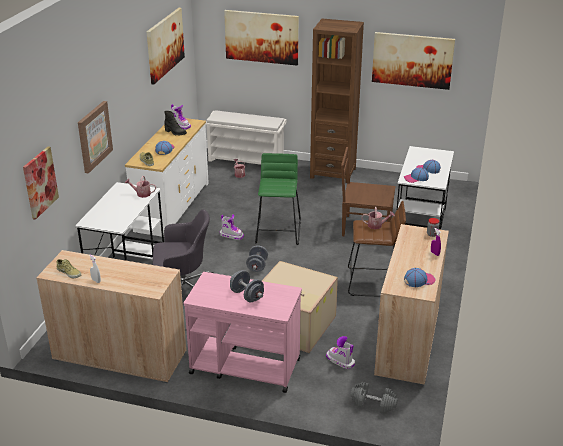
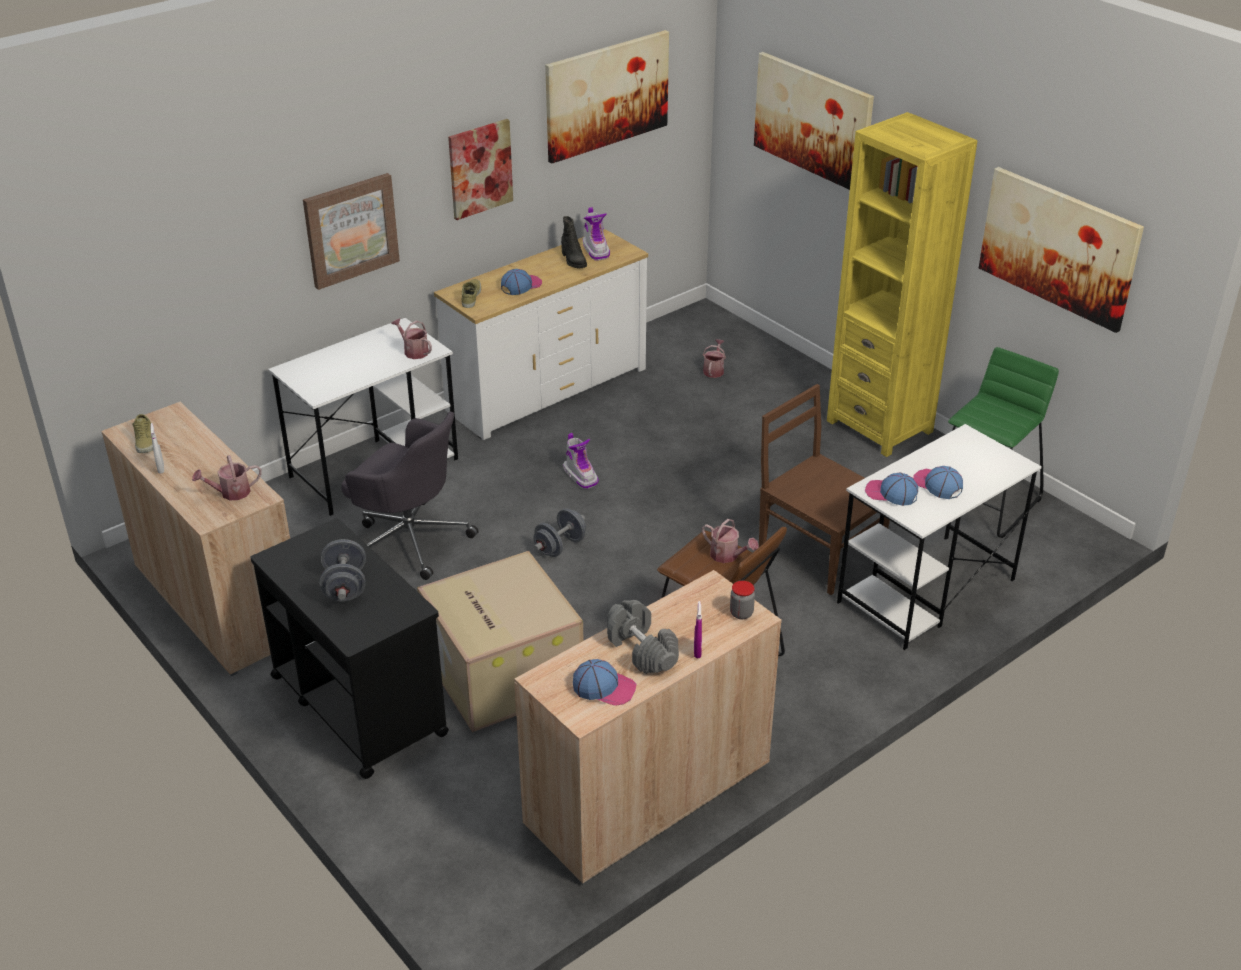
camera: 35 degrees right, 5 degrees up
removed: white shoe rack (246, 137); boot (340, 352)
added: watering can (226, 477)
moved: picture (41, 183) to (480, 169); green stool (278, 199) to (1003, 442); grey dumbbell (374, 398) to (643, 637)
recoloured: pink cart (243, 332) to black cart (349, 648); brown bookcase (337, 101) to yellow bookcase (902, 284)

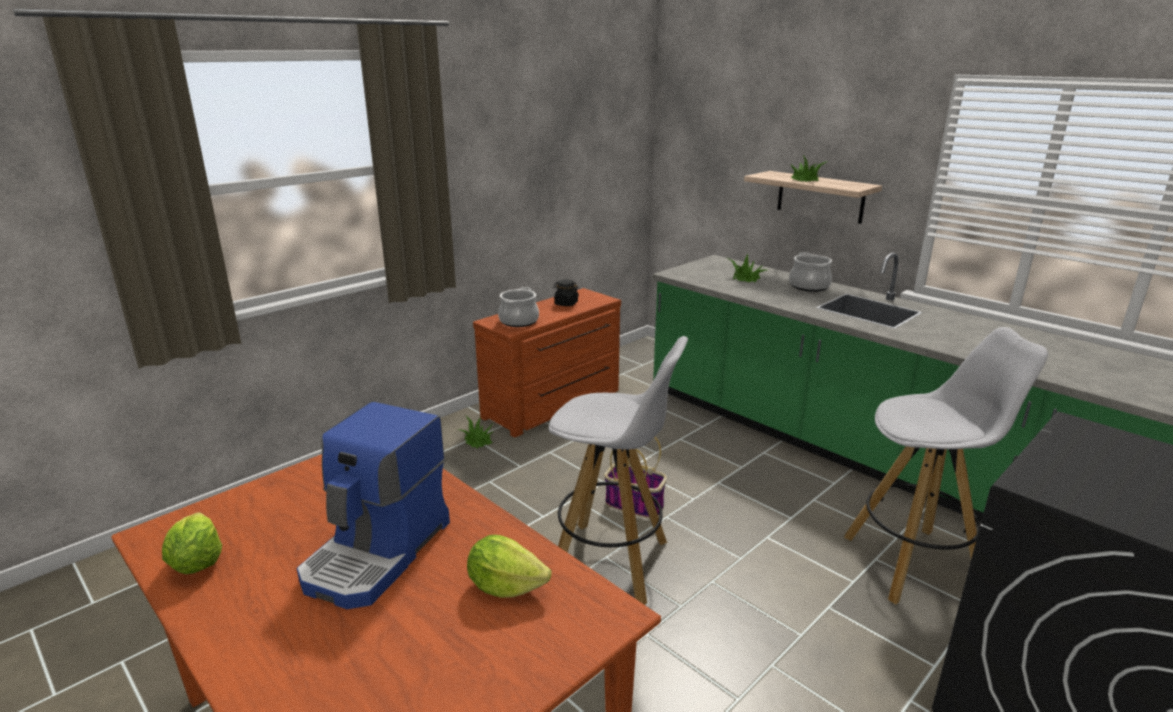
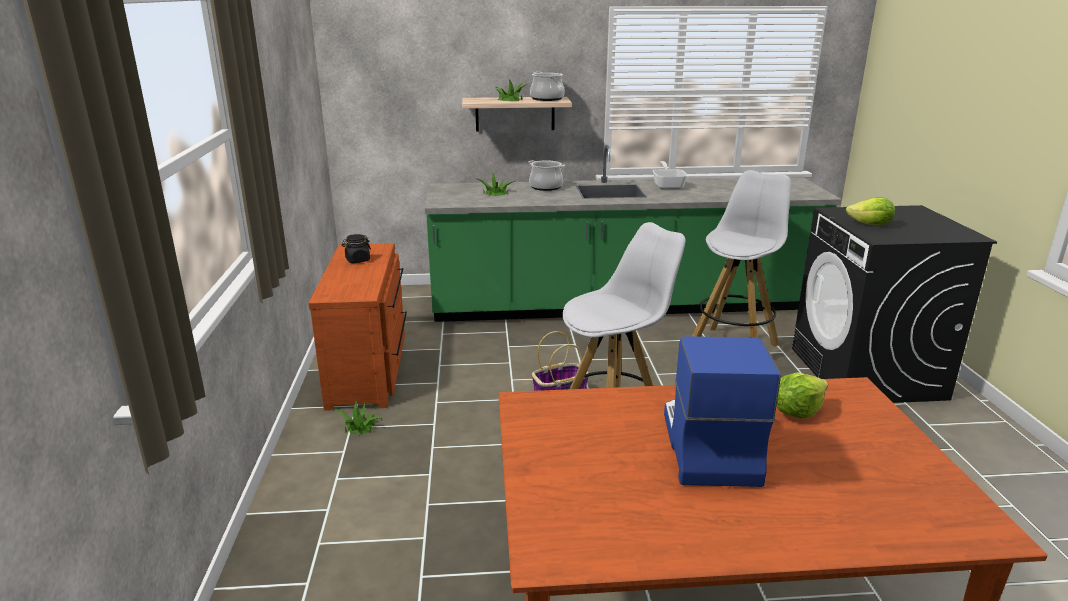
camera: 50 degrees left, 0 degrees up
added: frying pan (670, 175)
moved: lettuce (192, 543) to (870, 211); cooking pot (518, 307) to (547, 86)
turned: coffee machine (373, 505) = (722, 411) 150 degrees counterclockwise

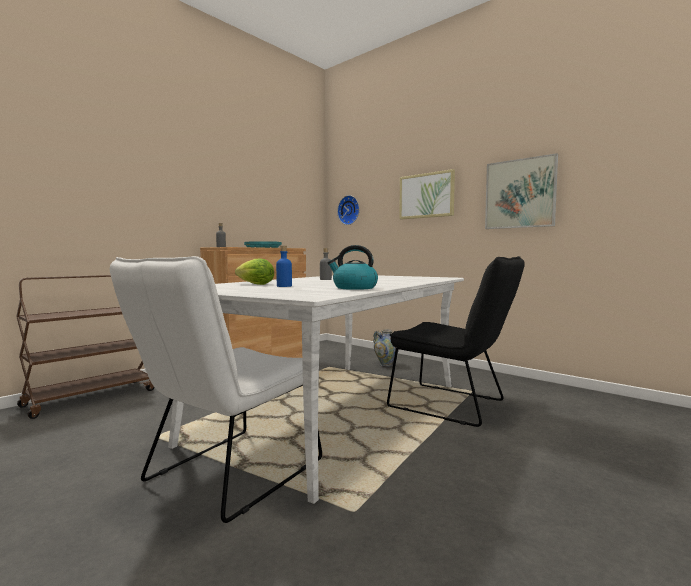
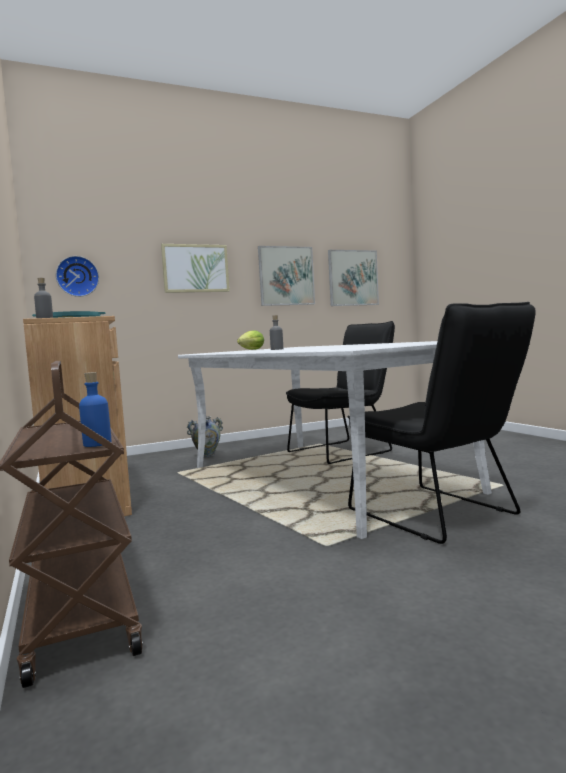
camera: 65 degrees left, 0 degrees up
removed: kettle (353, 267)
added: picture (353, 278)
moved: lettuce (254, 272) to (250, 340); blue bottle (284, 266) to (95, 409)
recoloured: white chair (216, 389) to black chair (442, 423)

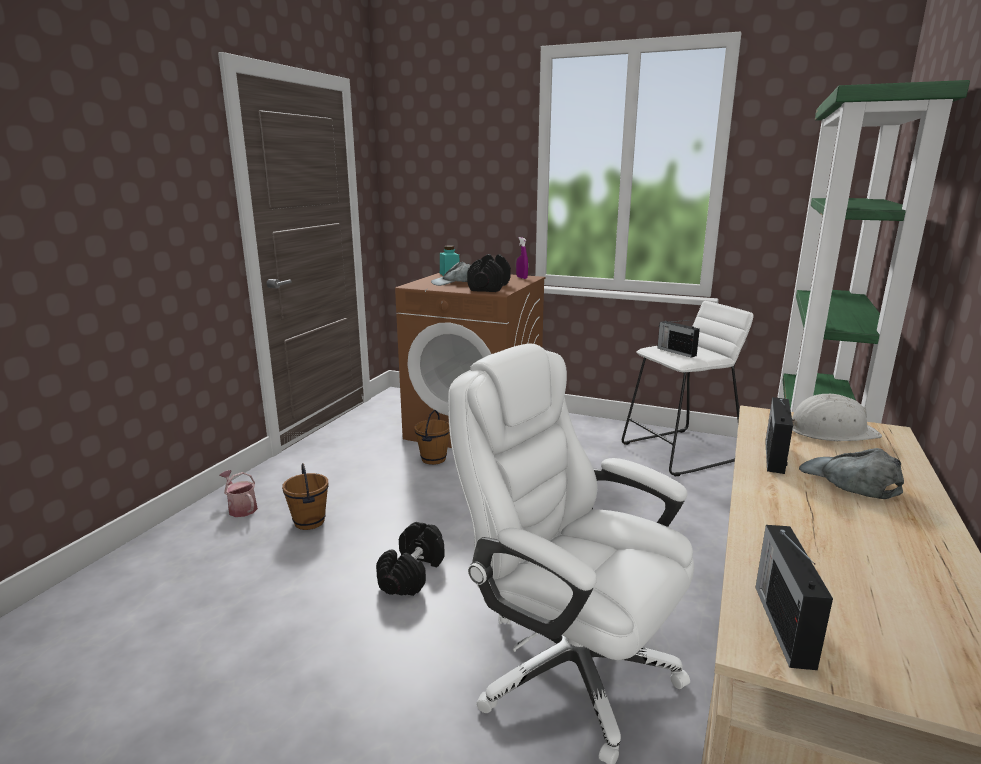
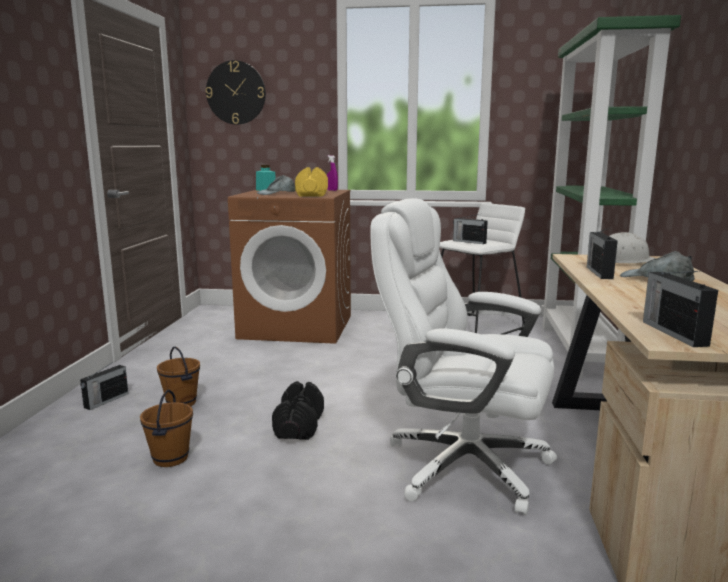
camera: 15 degrees left, 5 degrees down
added: wall clock (236, 92)
moved: brown bucket (432, 437) to (166, 428)
replaced: watering can (239, 493) to radio (104, 385)
recoloured: black dumbbell (489, 273) to yellow dumbbell (311, 182)

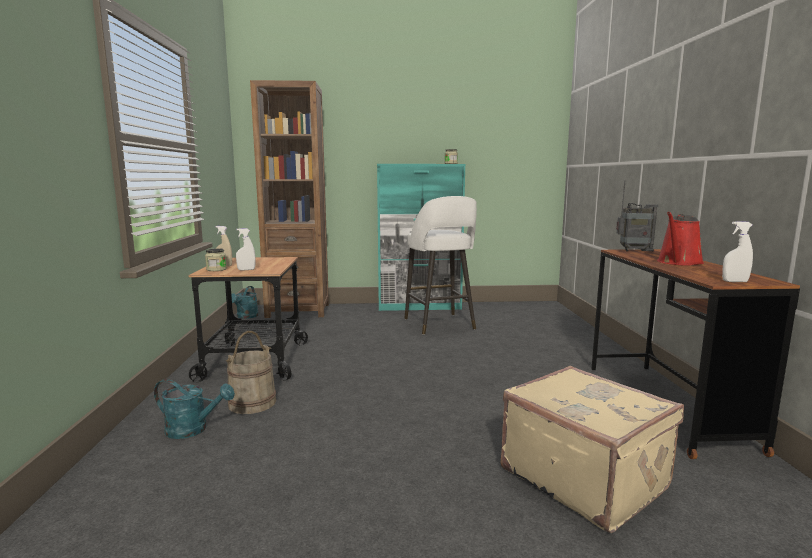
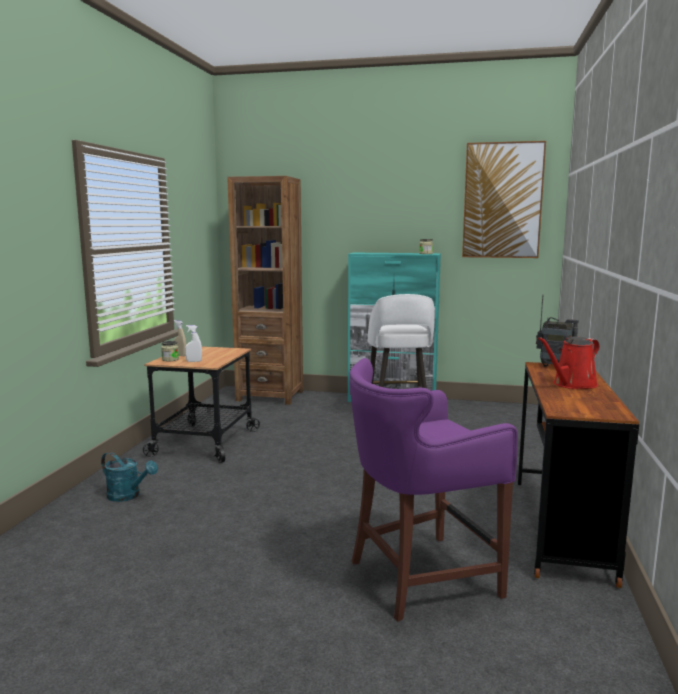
camera: 15 degrees right, 0 degrees up
removed: beige bucket (251, 372); turquoise watering can (245, 302); white spray bottle (737, 251)
added: picture (504, 199)
replaced: beige suitcase (592, 449) to purple stool (433, 490)

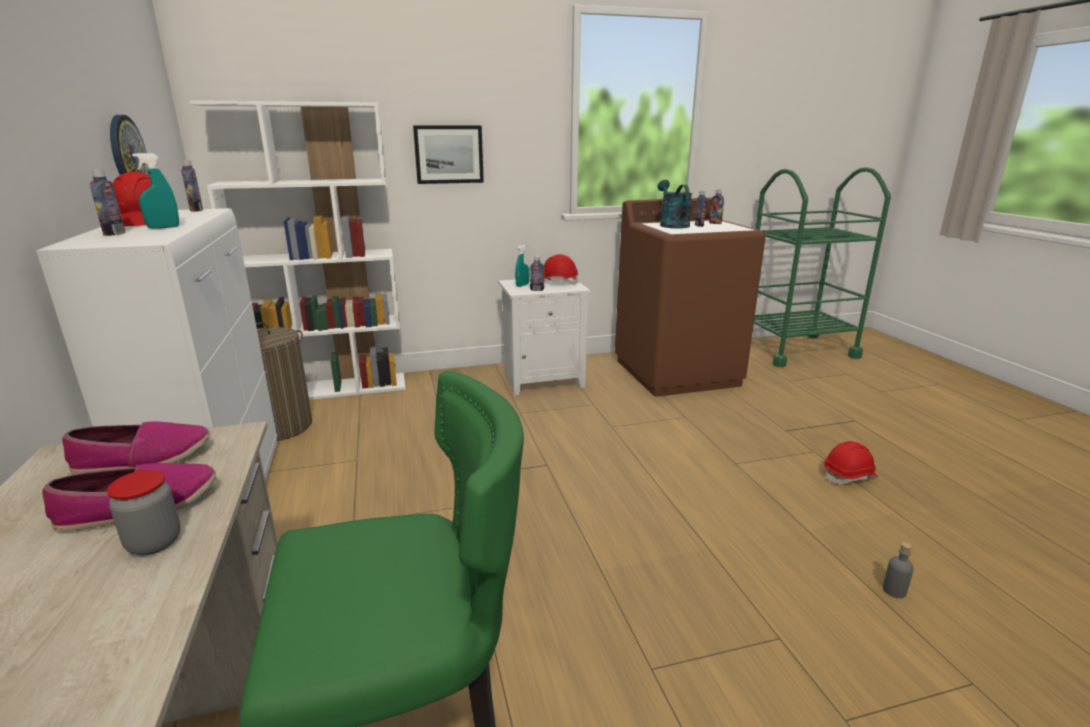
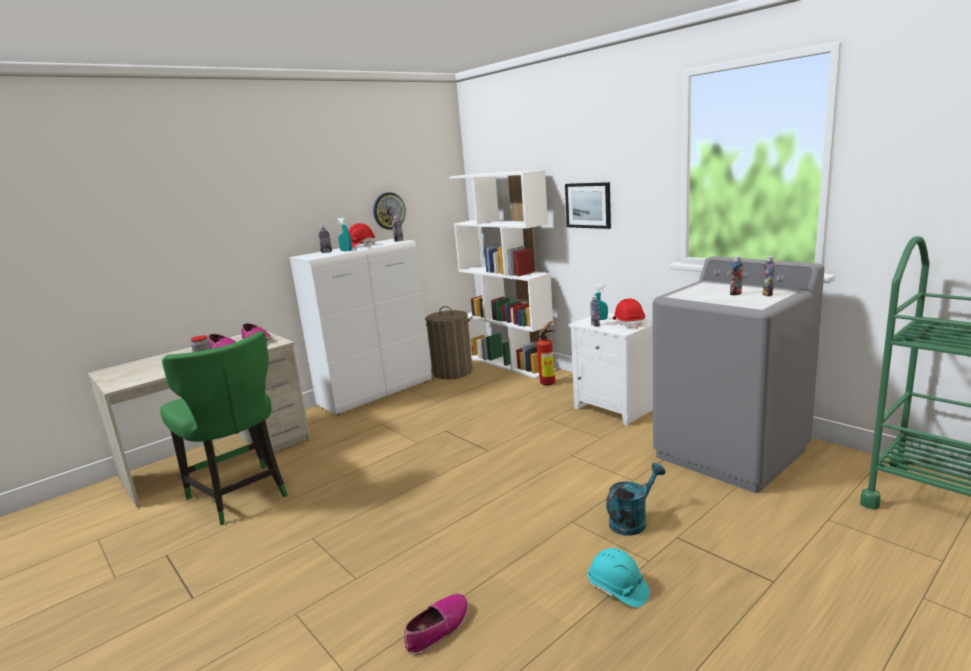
camera: 65 degrees right, 5 degrees down
added: fire extinguisher (546, 353)
moved: turquoise watering can (675, 204) to (636, 499)
replaced: grey bottle (898, 570) to shoe (436, 624)
recoloured: brown washing machine (690, 297) to grey washing machine (739, 374); red hard hat (851, 462) to turquoise hard hat (619, 578)

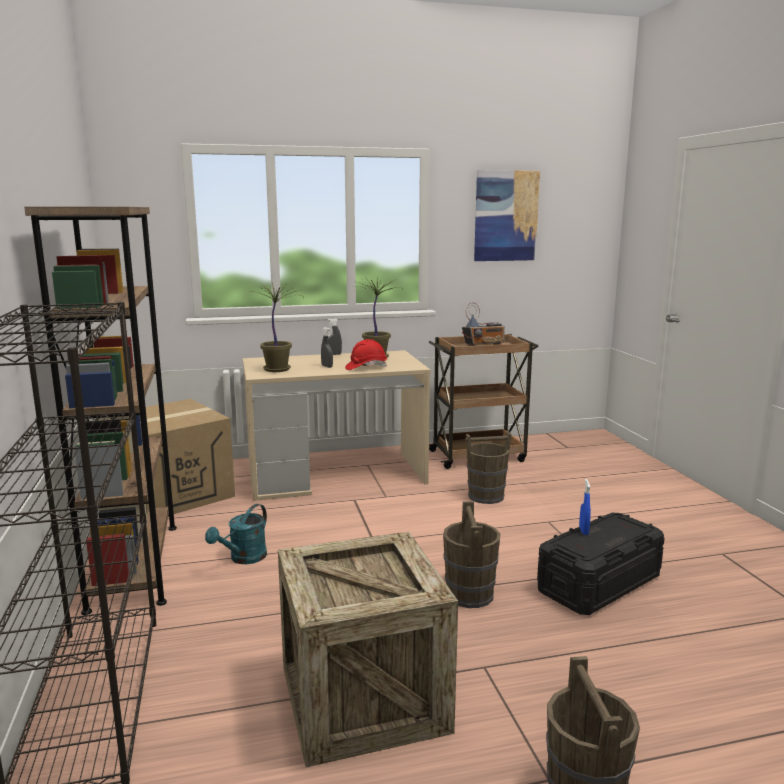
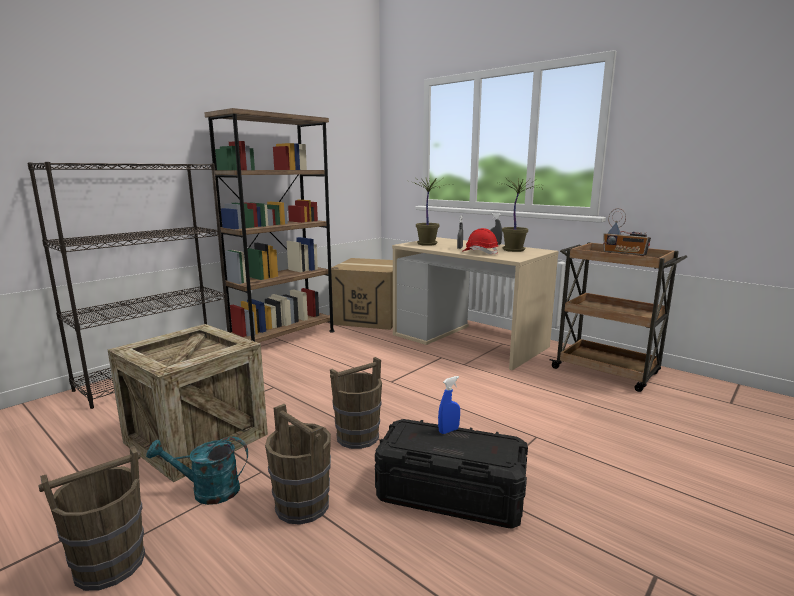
camera: 55 degrees right, 0 degrees up
removed: picture (507, 215)
moved: turquoise watering can (236, 534) to (197, 471); brown bucket (488, 468) to (298, 464)

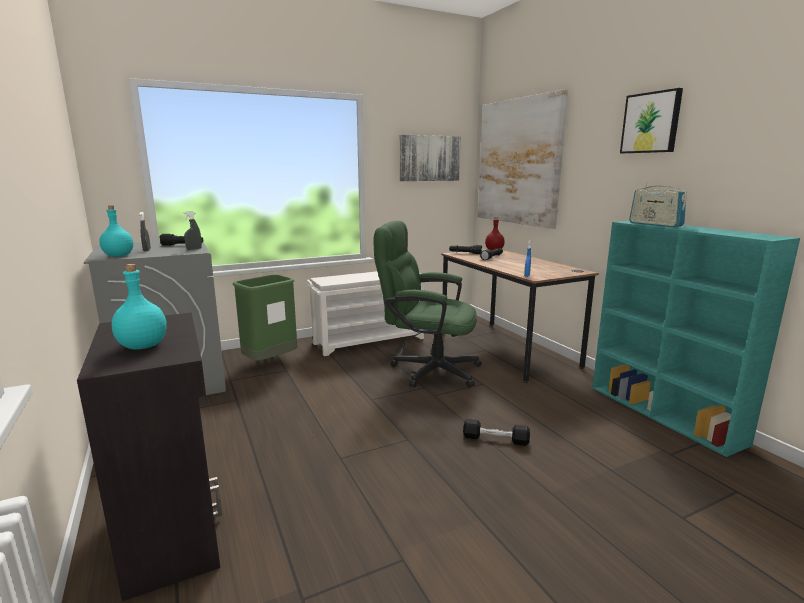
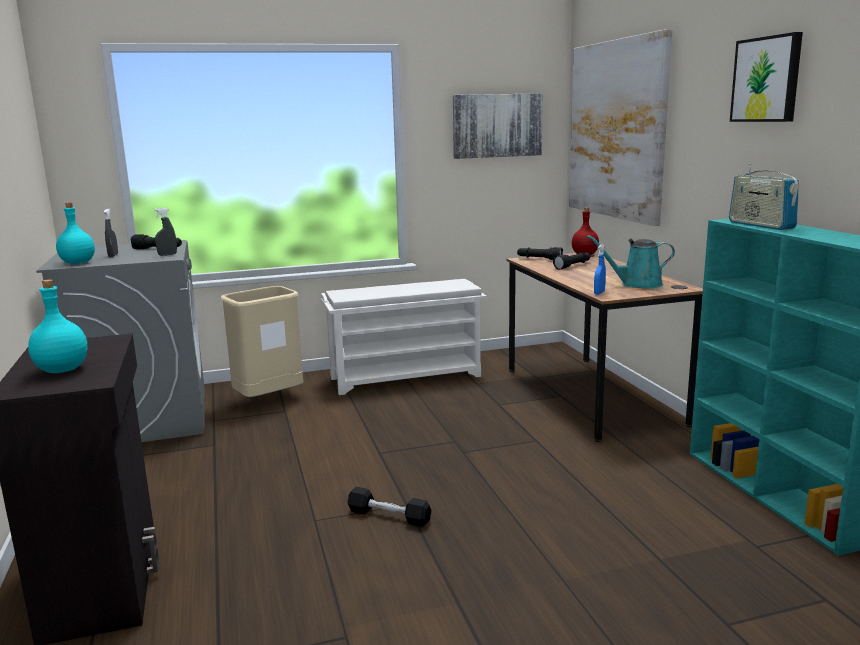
camera: 10 degrees right, 0 degrees up
removed: green office chair (427, 304)
added: turquoise watering can (631, 261)
moved: black dumbbell (496, 432) to (389, 507)
recoloured: green trash can (265, 317) to beige trash can (261, 341)

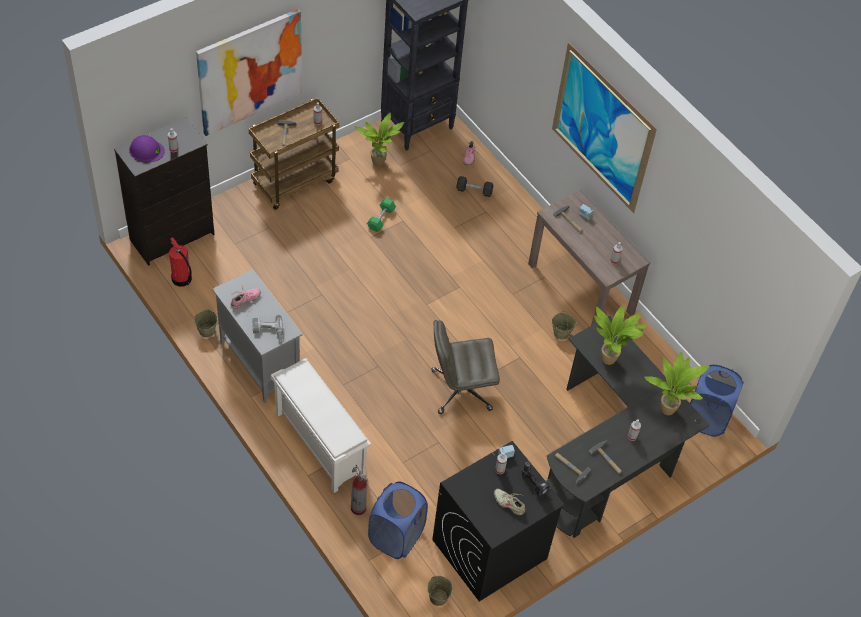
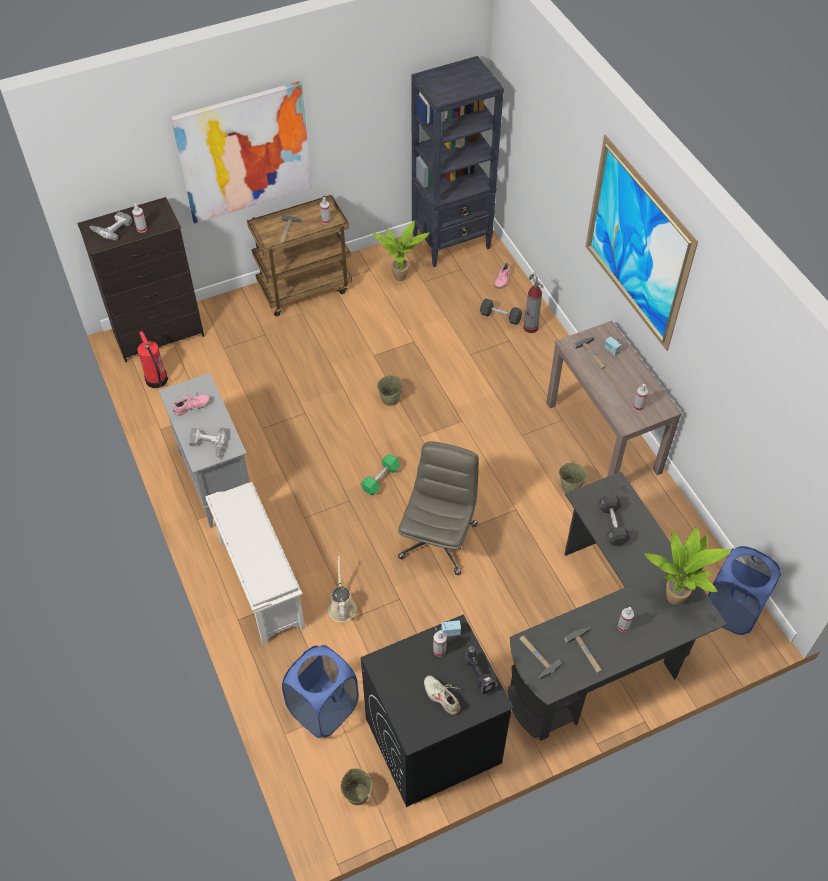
camera: 15 degrees right, 0 degrees up
added: beige watering can (342, 588)
moved: beige bucket (205, 323) to (390, 390); fire extinguisher (359, 490) to (533, 302); green dumbbell (381, 215) to (380, 474)
replaced: purple hard hat (147, 148) to power drill (111, 226); potted plant (620, 335) to black dumbbell (614, 520)
turned: grey office chair (466, 367) = (438, 508) 105 degrees clockwise

